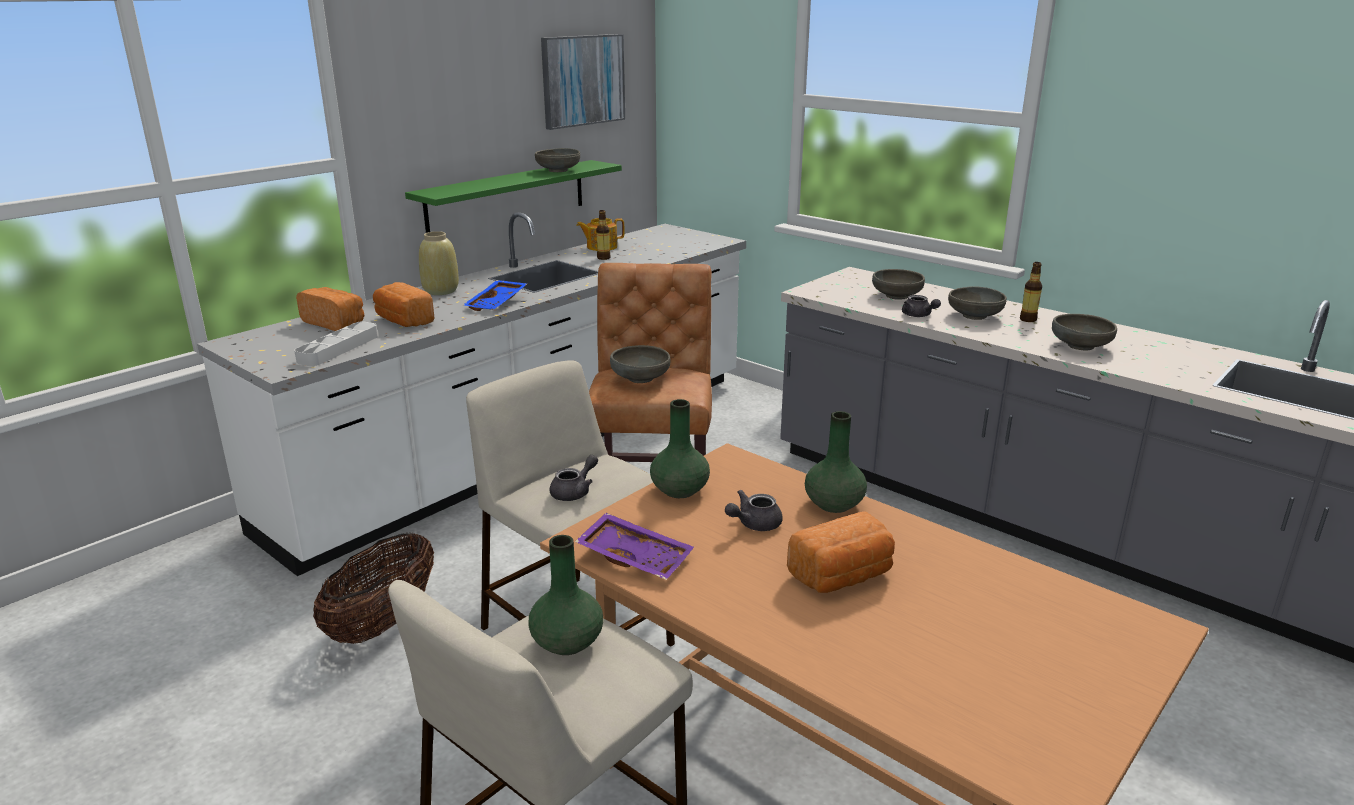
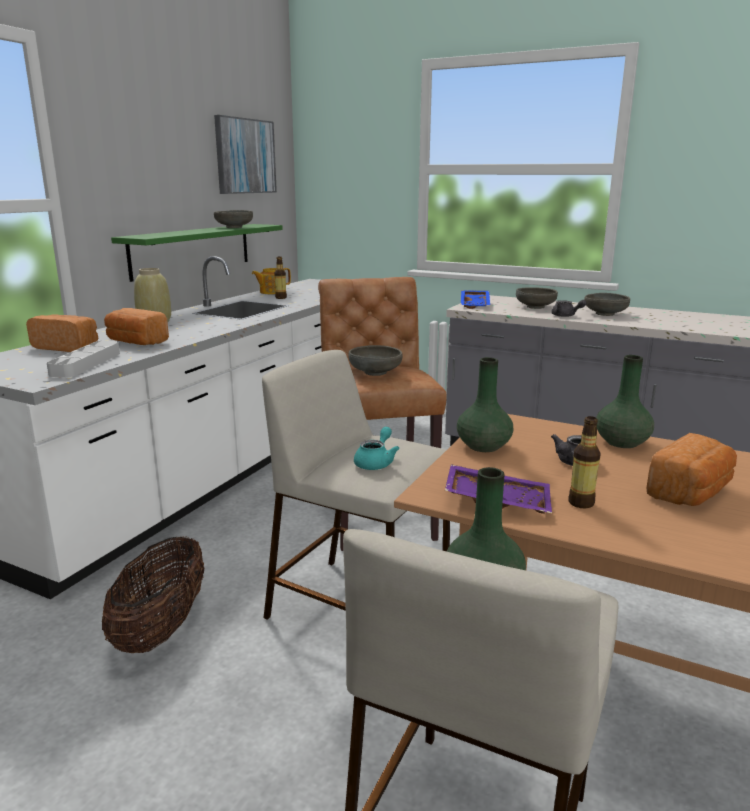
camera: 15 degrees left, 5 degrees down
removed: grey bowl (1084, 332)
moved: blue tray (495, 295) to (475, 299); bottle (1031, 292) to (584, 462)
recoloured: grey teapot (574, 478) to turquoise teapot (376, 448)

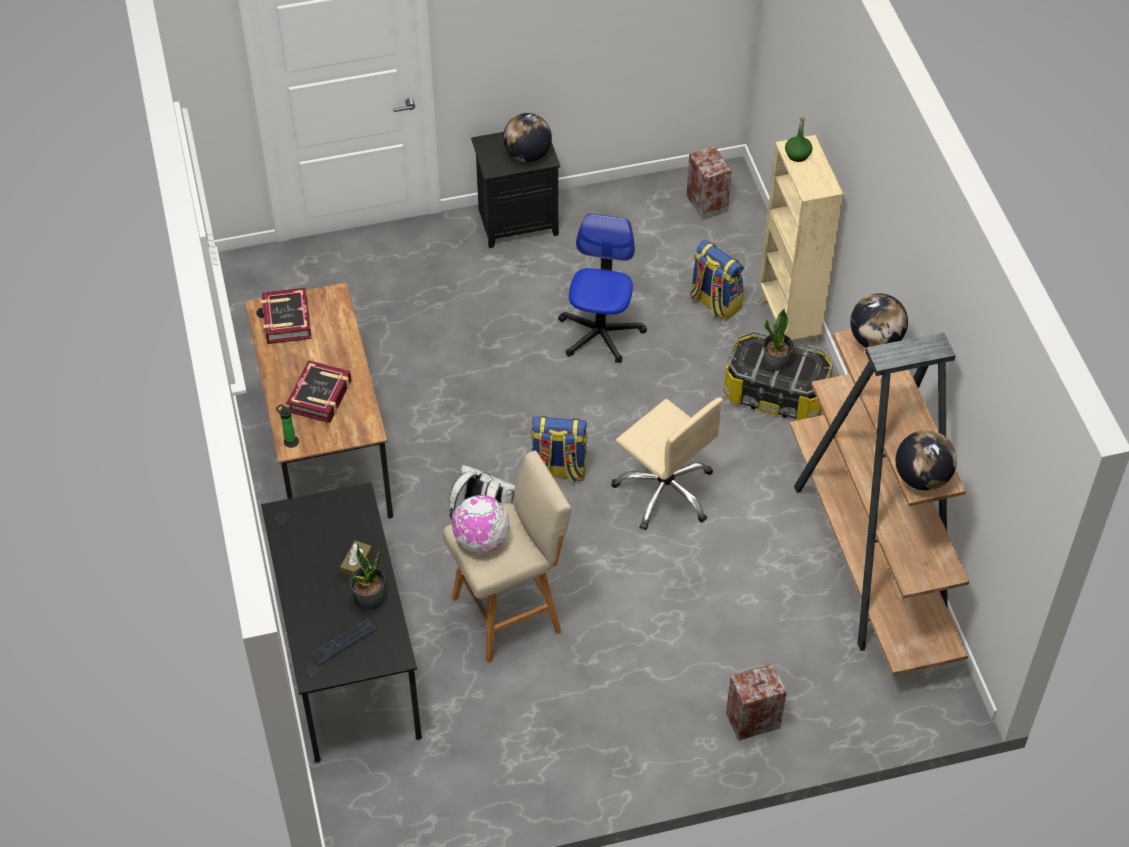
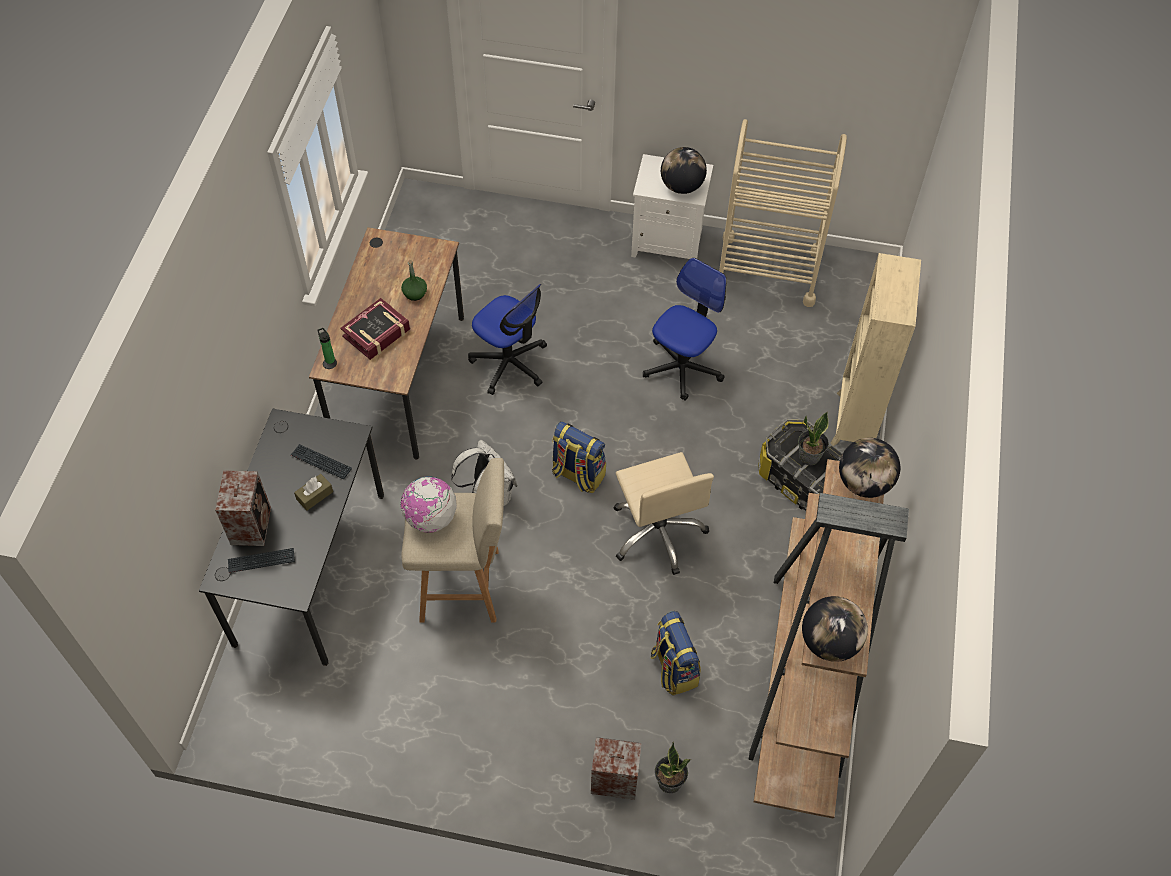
camera: 25 degrees right, 5 degrees up
removed: book (286, 316)
added: keyboard (321, 462); office chair (507, 339); beige cart (783, 213)
moved: potted plant (367, 576) to (672, 767); speaker (709, 183) to (243, 508); backpack (717, 280) to (675, 653); green bottle (798, 138) to (414, 280)
recoloured: black nightstand (515, 190) to white nightstand (672, 206)

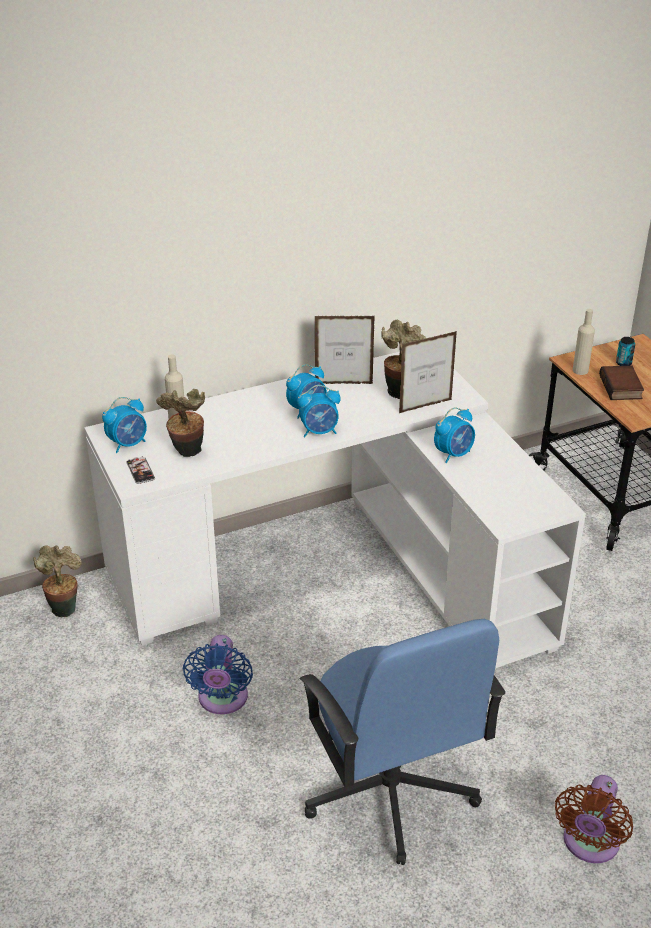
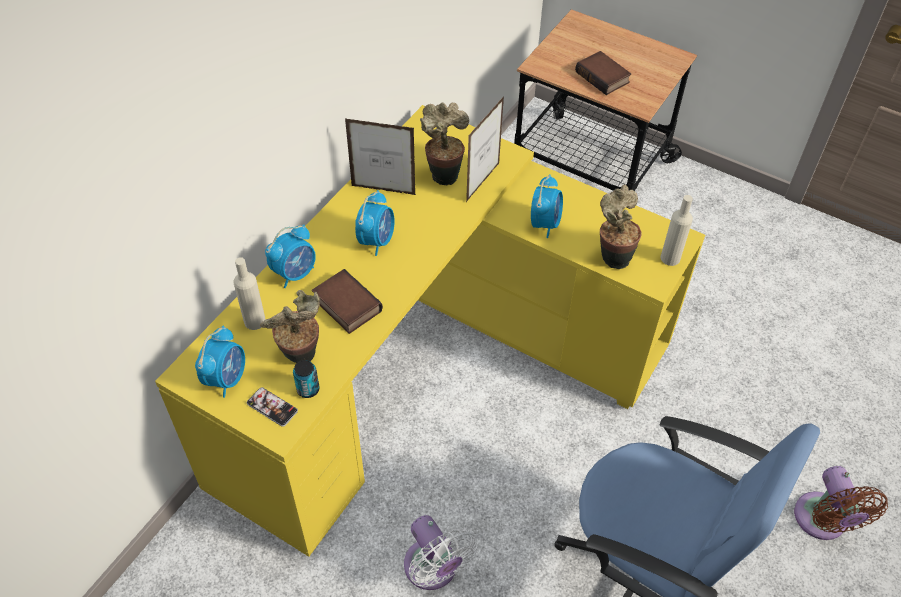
camera: 35 degrees left, 15 degrees up
added: book (347, 301)
moved: potted plant (57, 581) to (621, 227); alarm clock (319, 411) to (290, 256); beige bottle (584, 342) to (677, 230); can (625, 351) to (306, 379)
recoloured: white desk (335, 510) to yellow desk (430, 331); blue fan (218, 674) to white fan (440, 552)
turned: picture frame (345, 350) = (380, 157) 45 degrees clockwise

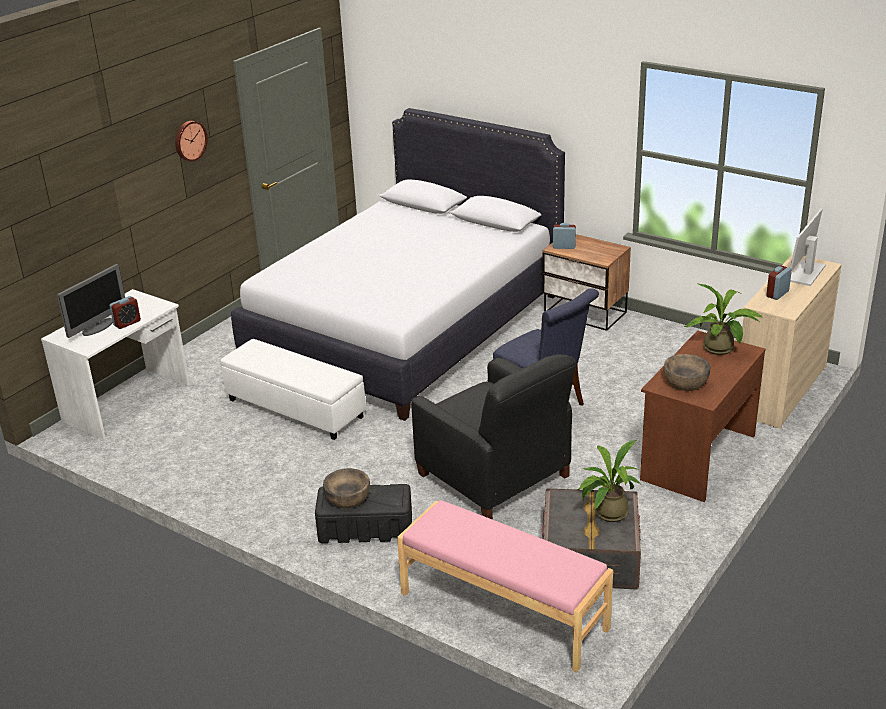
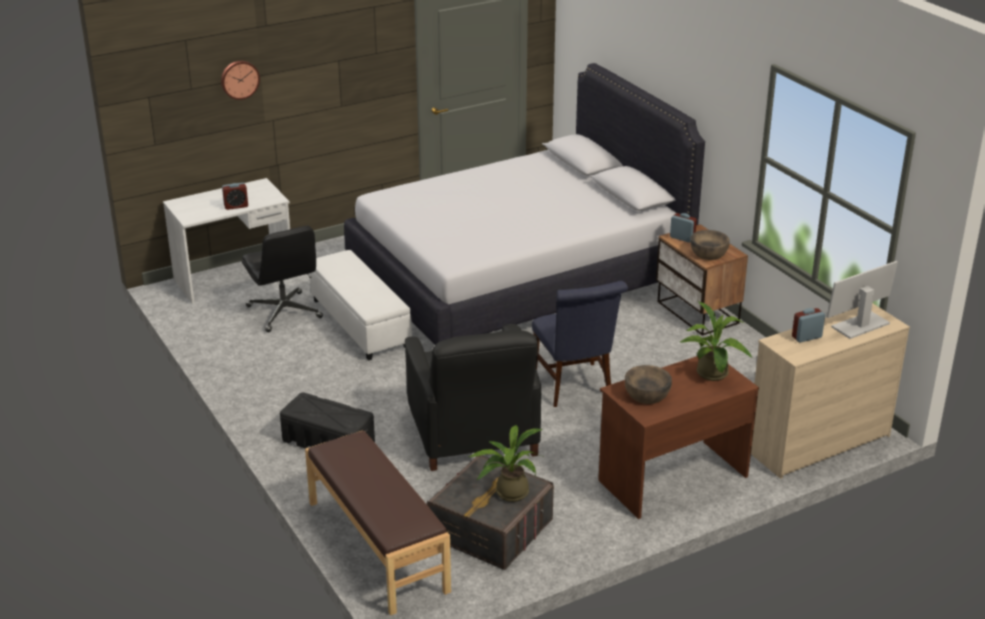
camera: 25 degrees right, 0 degrees up
removed: monitor (91, 301)
added: black office chair (282, 279)
moved: wall clock (191, 141) to (240, 80); brown bowl (346, 488) to (709, 245)
recoloured: pink bench (505, 586) to brown bench (378, 523)

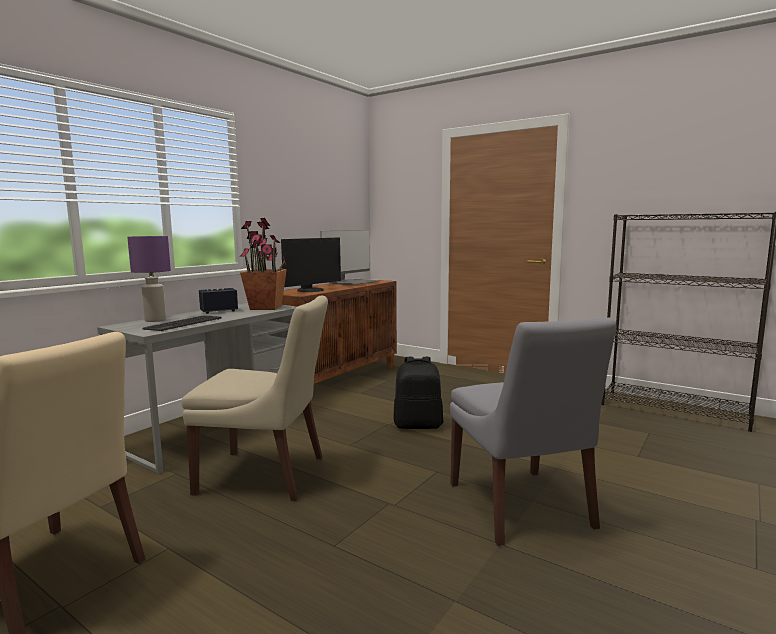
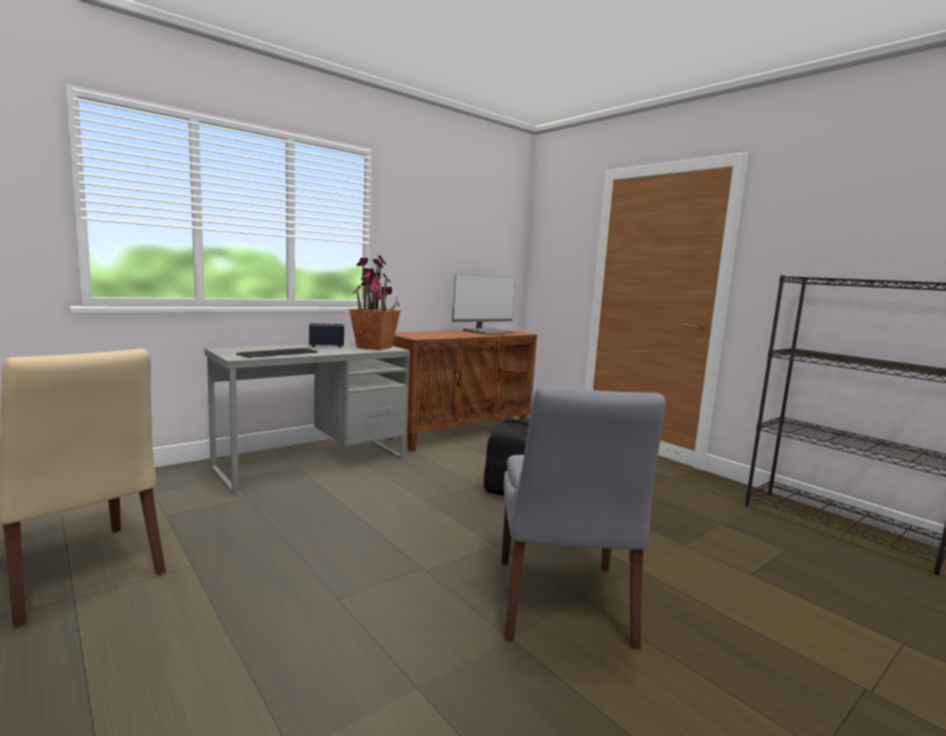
camera: 15 degrees right, 0 degrees up
removed: purple table lamp (149, 279); beige chair (255, 398); monitor (311, 264)

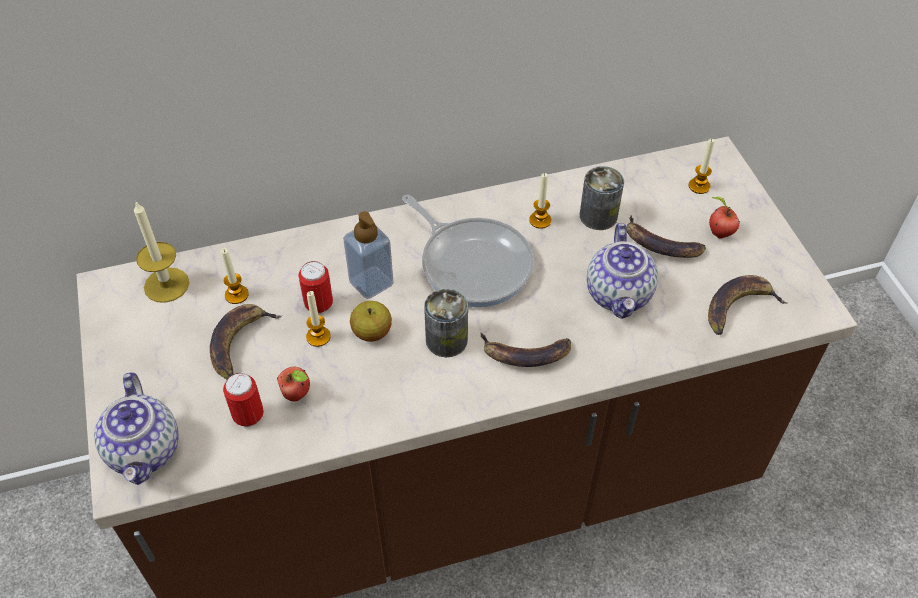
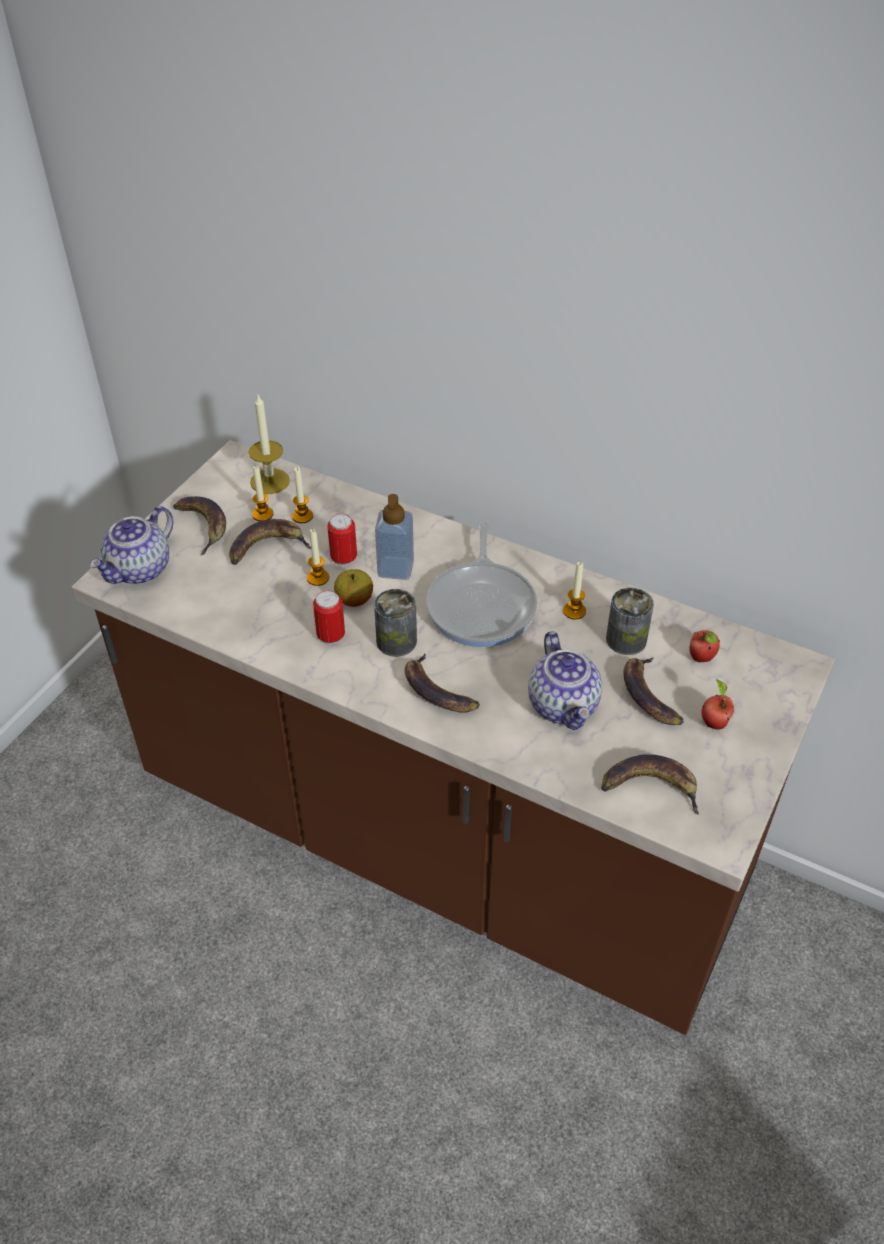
camera: 45 degrees right, 5 degrees down
added: banana (199, 525)
moved: can (243, 400) to (329, 618); apple (293, 384) to (704, 646); candle (702, 166) to (263, 493)
turned: teapot (622, 271) = (565, 680) 60 degrees counterclockwise

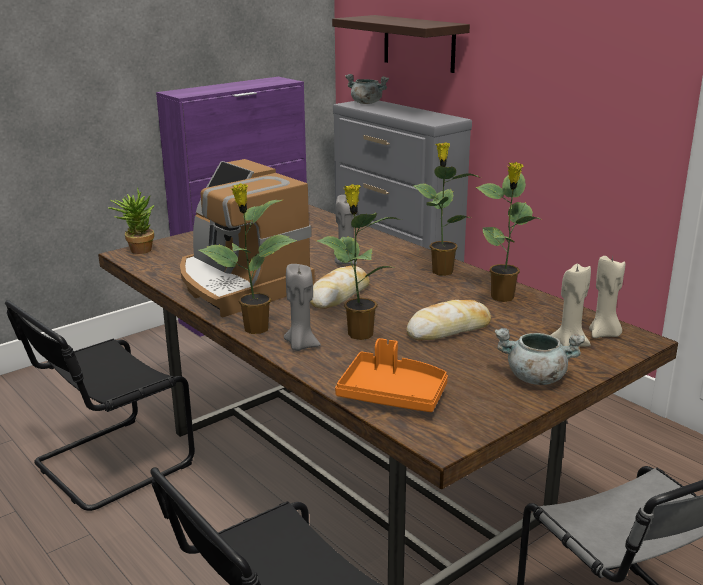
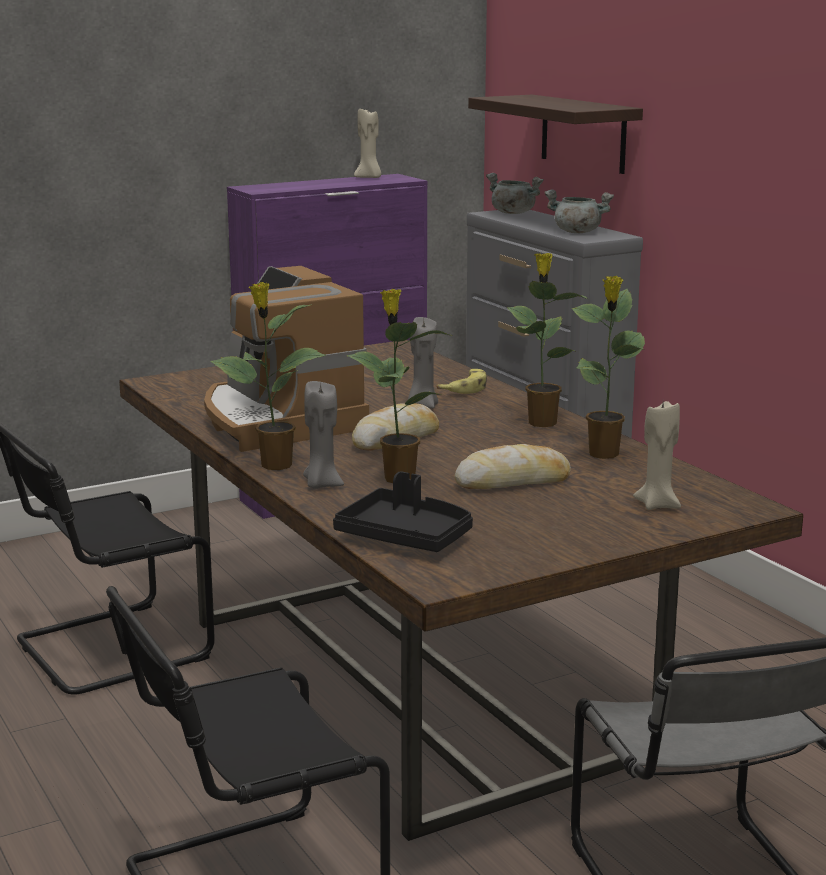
camera: 10 degrees right, 5 degrees down
removed: potted plant (131, 220)
added: banana (461, 381)
moved: grey cooking pot (540, 356) to (579, 211); beige candle (607, 297) to (367, 143)
recoloured: orange tray (391, 375) to black tray (403, 511)

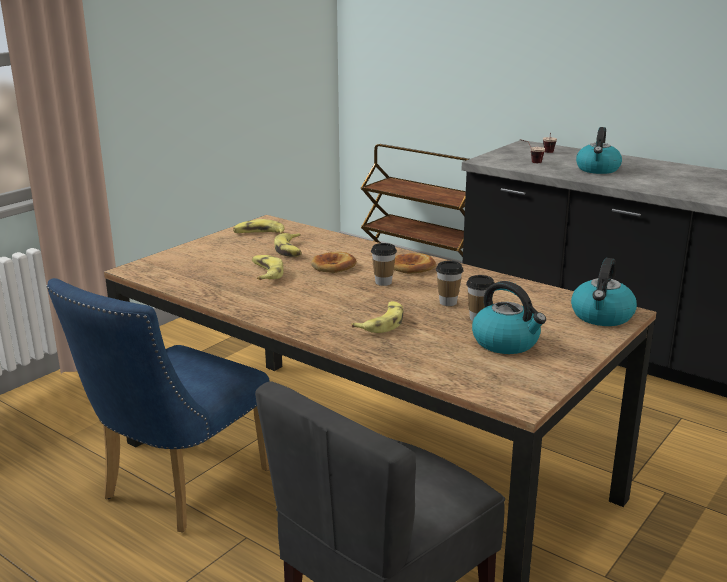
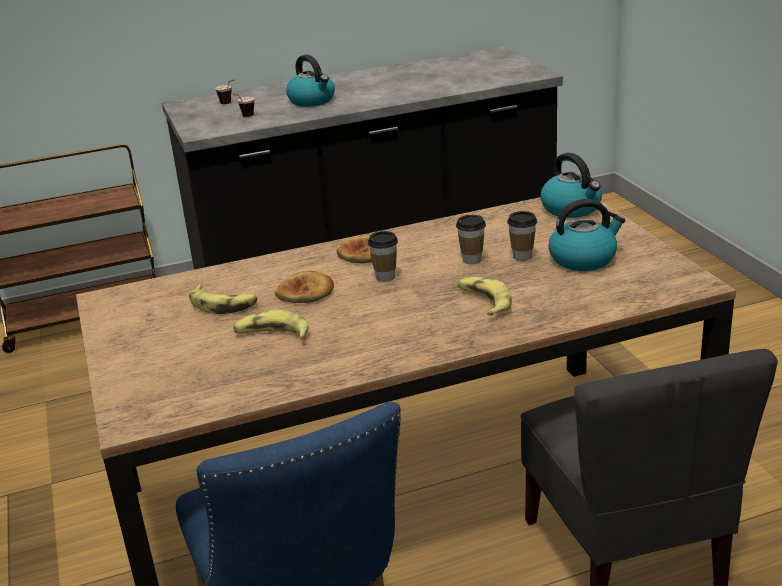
camera: 55 degrees left, 5 degrees up
removed: banana (259, 226)

